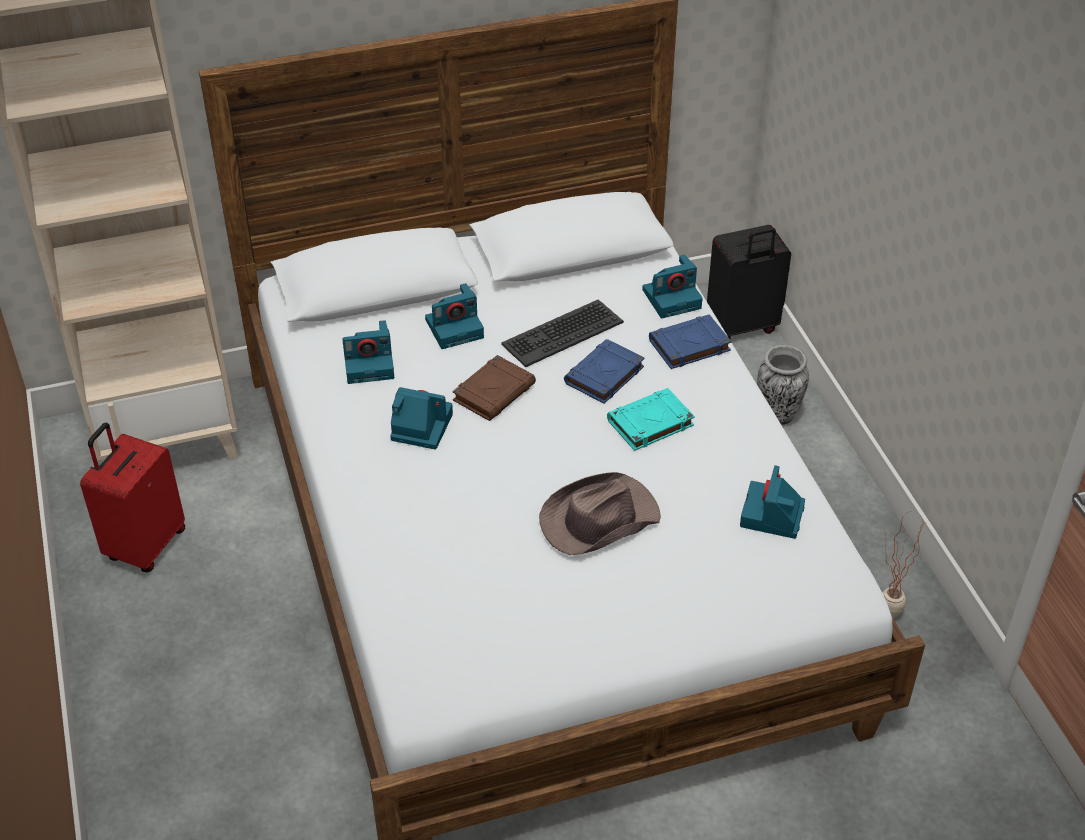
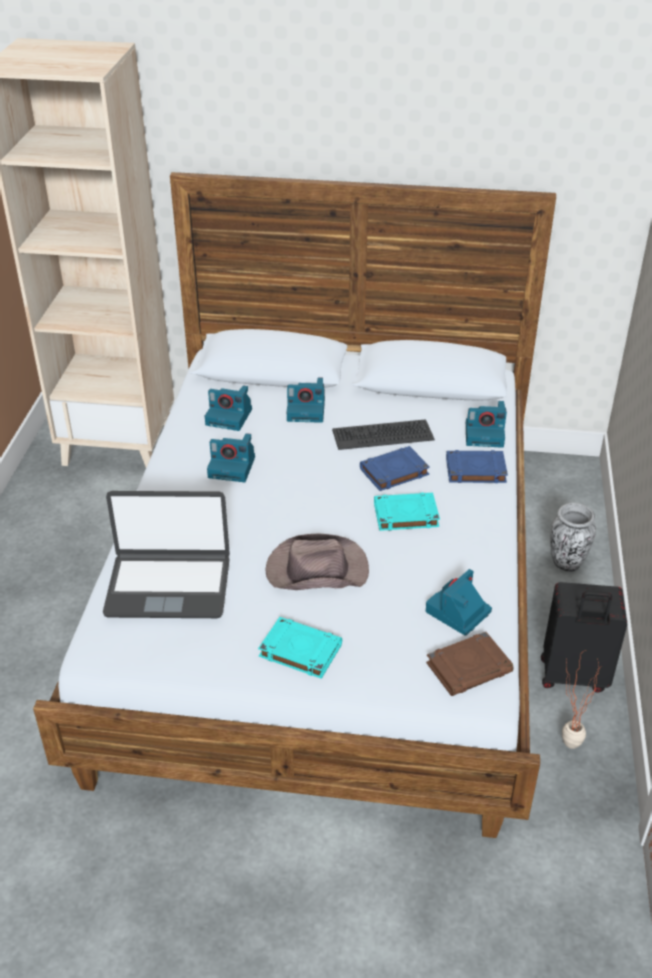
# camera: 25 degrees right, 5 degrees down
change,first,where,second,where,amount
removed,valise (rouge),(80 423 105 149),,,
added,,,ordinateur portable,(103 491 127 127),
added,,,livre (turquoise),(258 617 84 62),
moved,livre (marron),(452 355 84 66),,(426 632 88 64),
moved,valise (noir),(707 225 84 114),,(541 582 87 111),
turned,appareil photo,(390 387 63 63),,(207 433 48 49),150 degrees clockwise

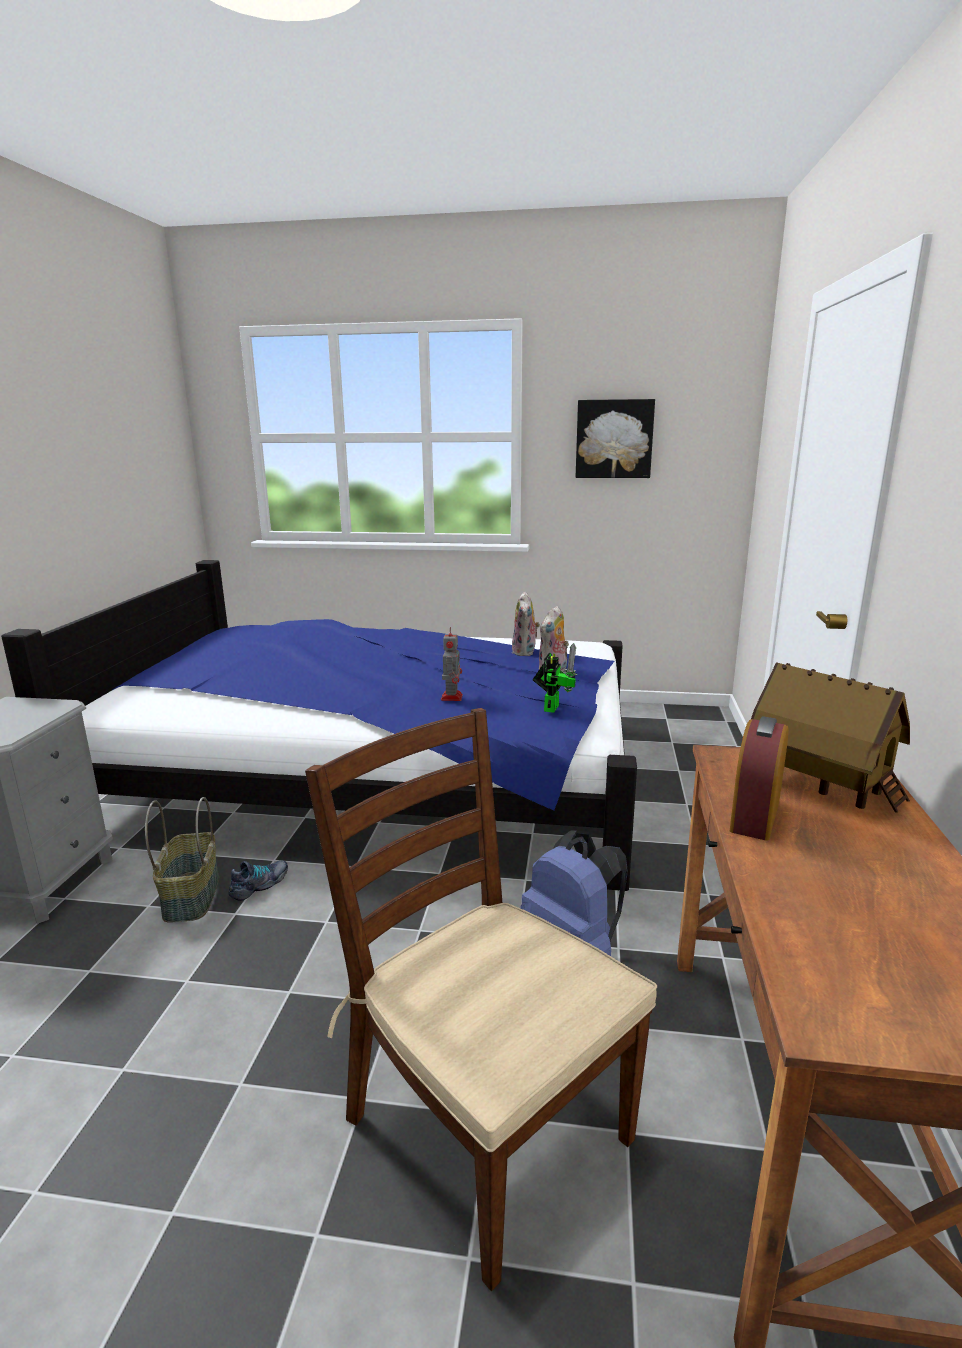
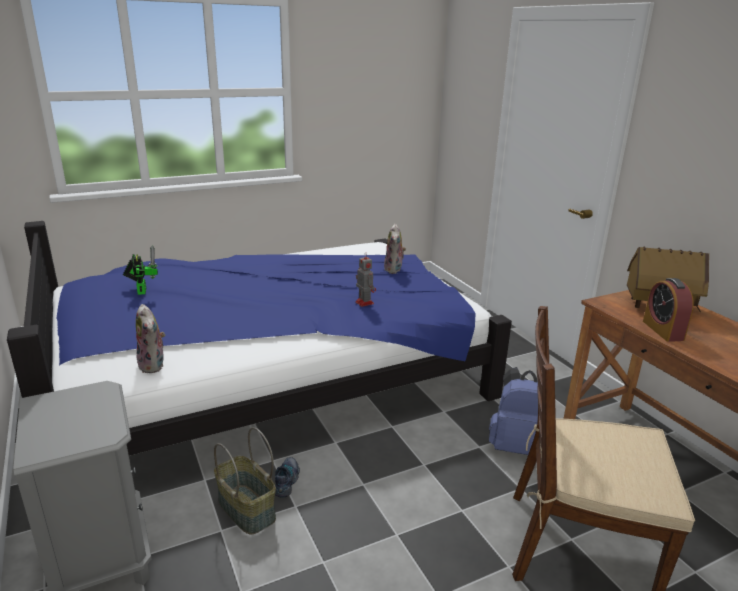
# camera: 35 degrees left, 5 degrees up
change,first,where,second,where,amount
removed,tableau,(576 399 79 79),,,
moved,peluche,(512 591 28 65),,(136 304 29 69),
moved,robot jouet,(533 643 44 70),,(123 246 35 49),

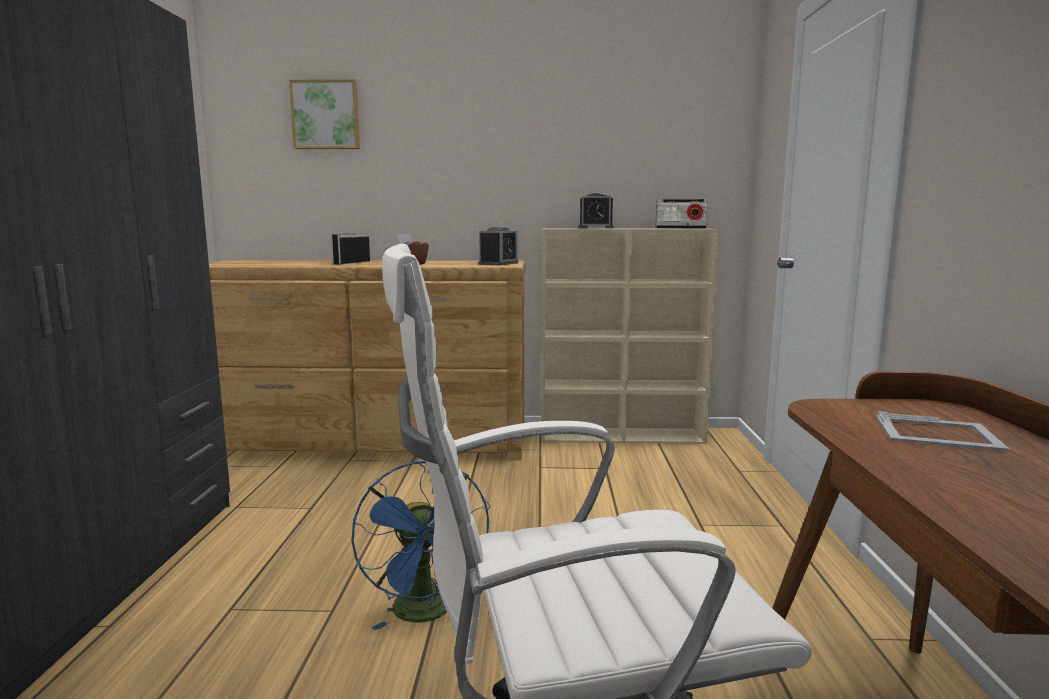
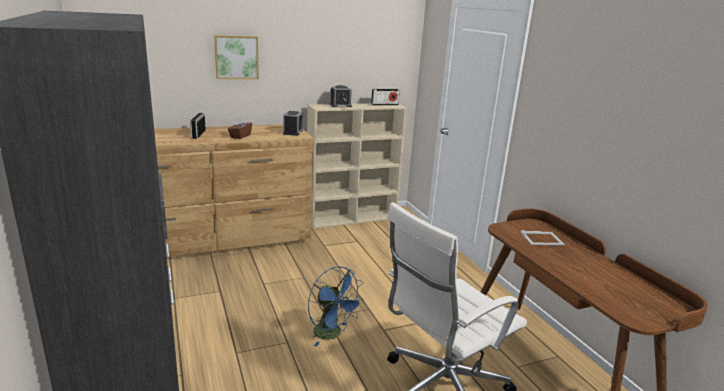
# camera: 25 degrees left, 10 degrees up
change,first,where,second,where,amount
moved,tableau,(289 79 71 70),,(214 35 45 44),

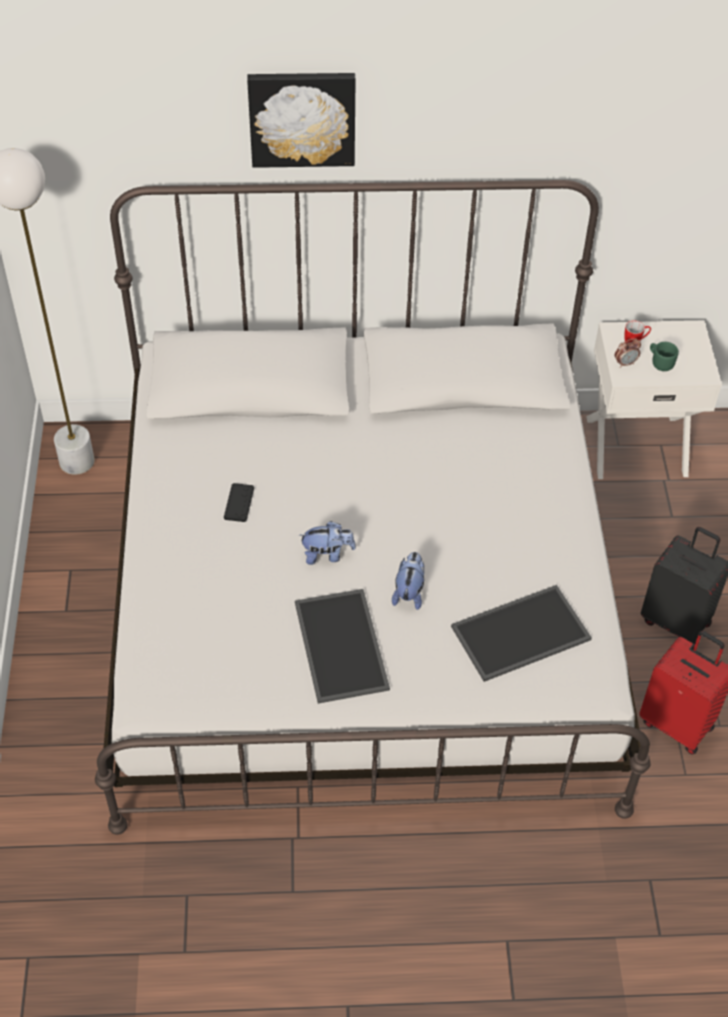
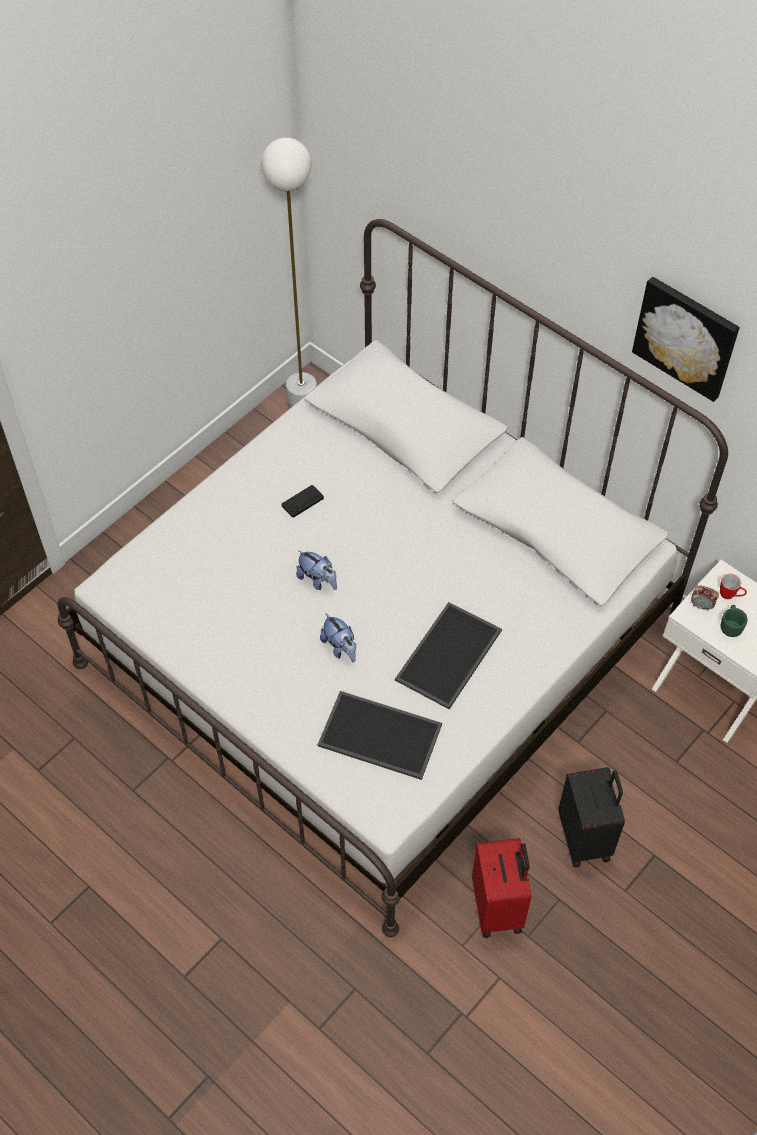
# camera: 45 degrees right, 5 degrees up
change,first,where,second,where,amount
moved,tableau,(247 73 109 95),,(632 276 107 126),
moved,plateau,(295 589 95 115),,(395 602 107 107),
turned,peluche,(392 552 32 58),,(320 614 36 49),90 degrees clockwise

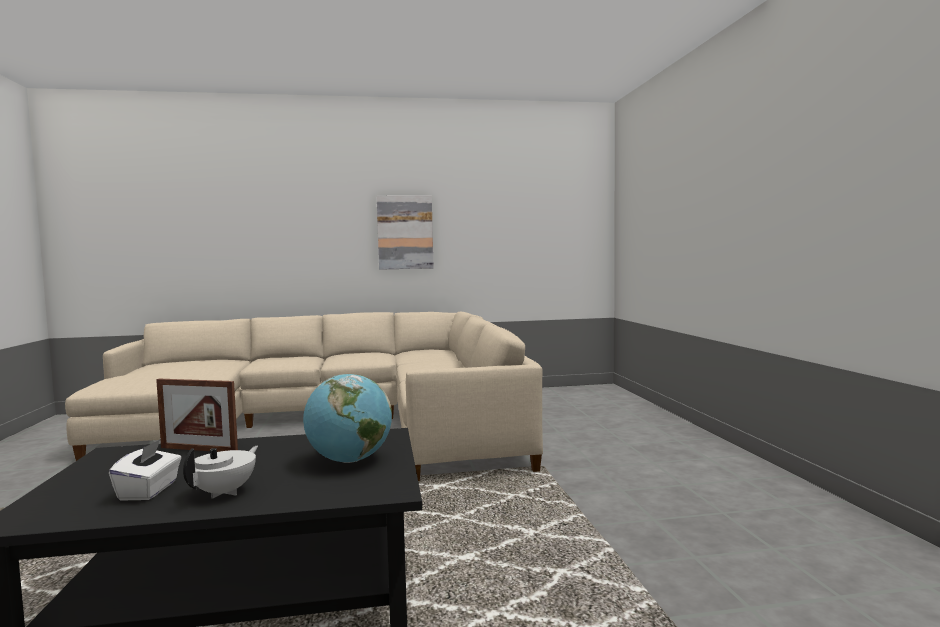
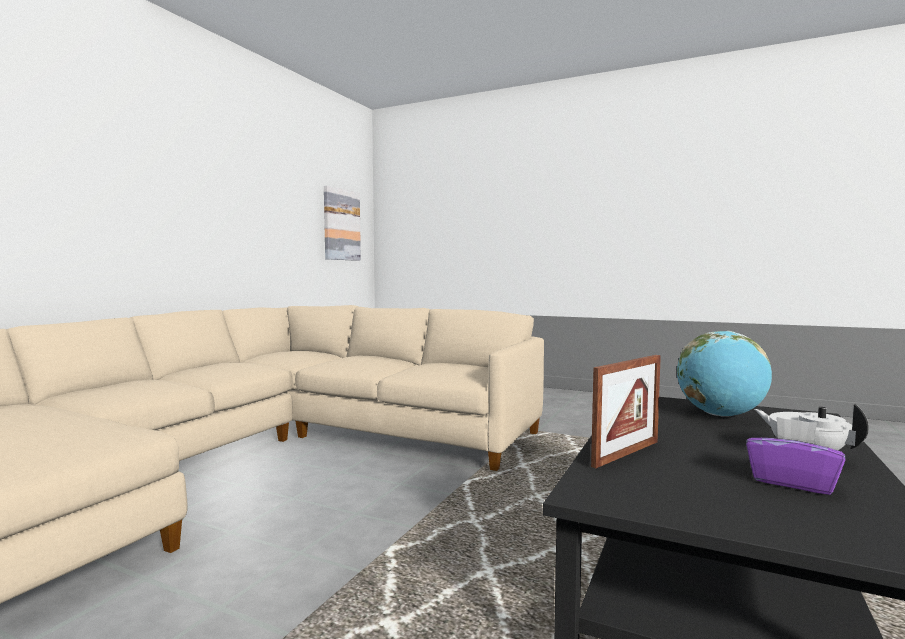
# camera: 55 degrees left, 0 degrees up
change,first,where,second,where,amount
moved,tableau,(377 196 57 74),,(324 186 37 75),
recoloured,boîte à mouchoirs (blanc),(109 439 72 62),boîte à mouchoirs (violet),(746 417 100 78),

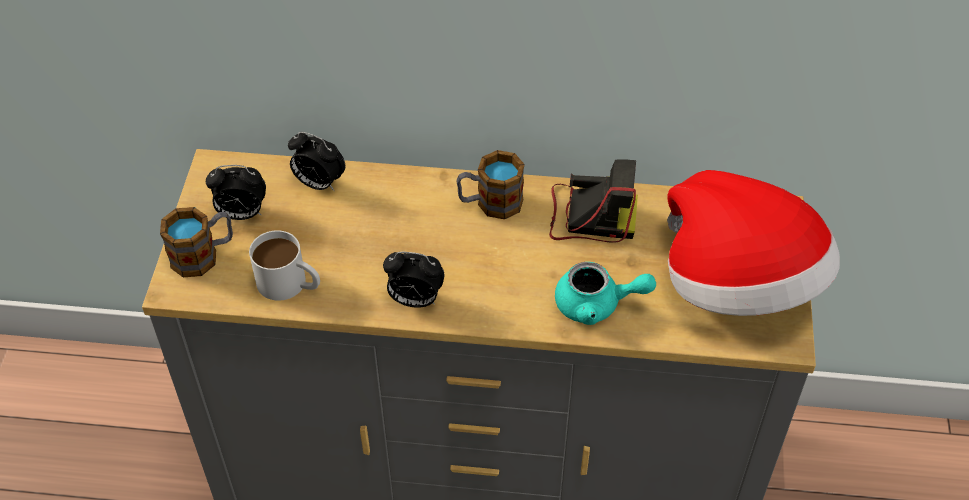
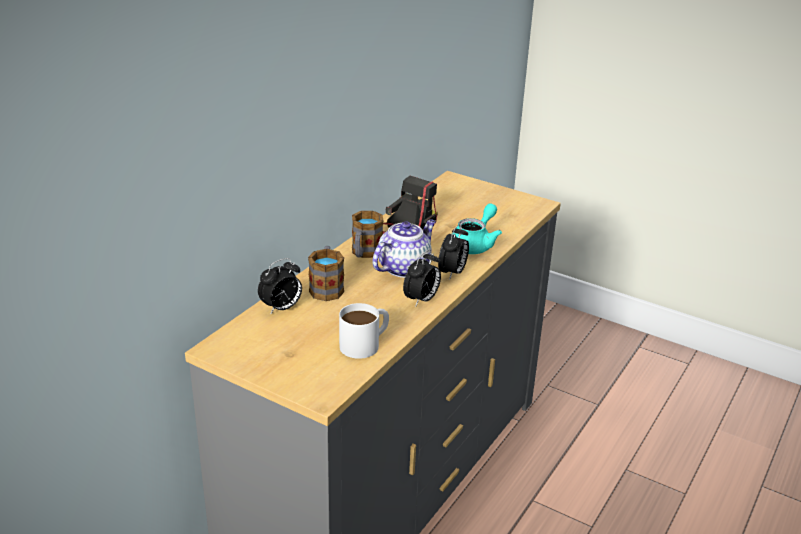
# camera: 65 degrees left, 20 degrees down
change,first,where,second,where,amount
removed,chapeau,(667 170 173 146),,,
added,,,théière,(372 219 64 59),
moved,mug,(160 207 73 70),,(308 246 36 55),
moved,réveil,(206 165 60 55),,(438 224 31 56),

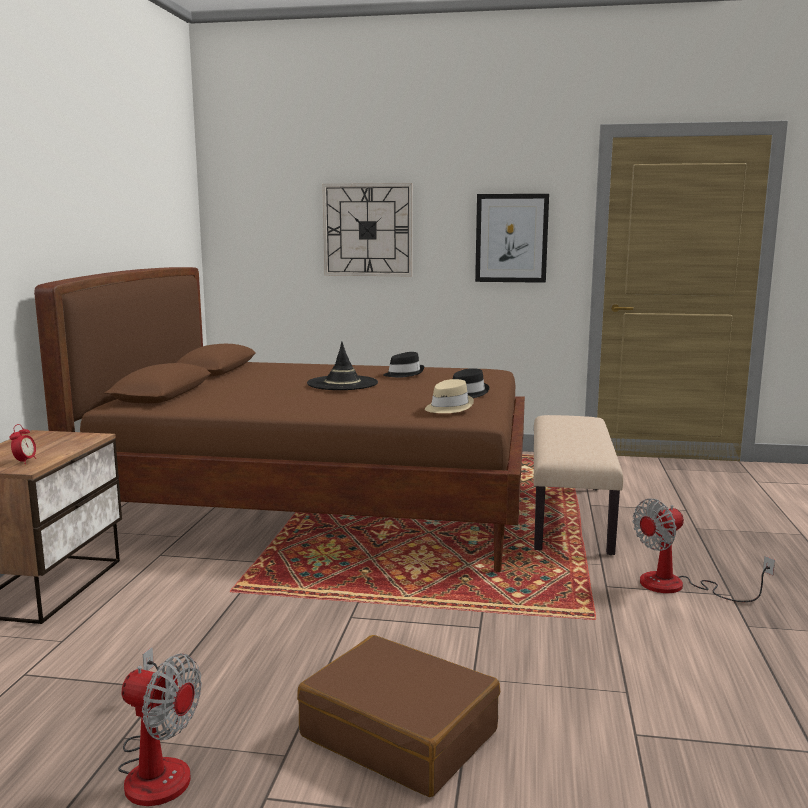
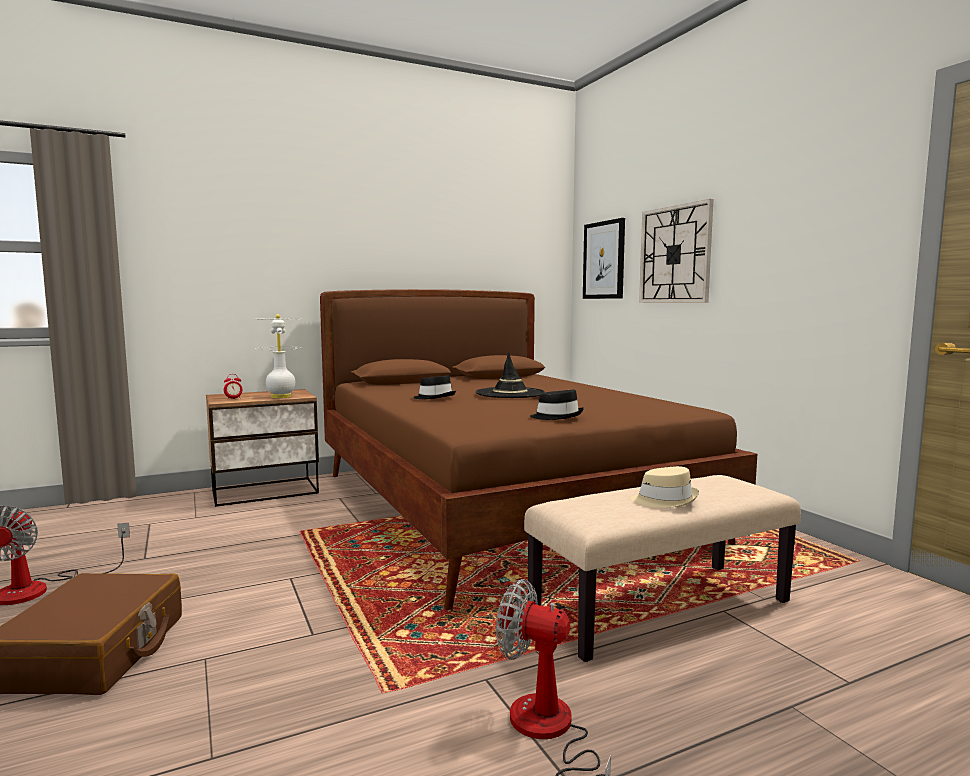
# camera: 55 degrees right, 5 degrees down
change,first,where,second,where,amount
added,,,lampe de table (blanc),(255 314 47 84),
moved,chapeau (noir),(384 352 40 25),,(413 375 43 24),
moved,chapeau (beige),(425 379 49 34),,(631 466 68 42),
moved,tableau,(475 194 74 89),,(583 218 42 81),

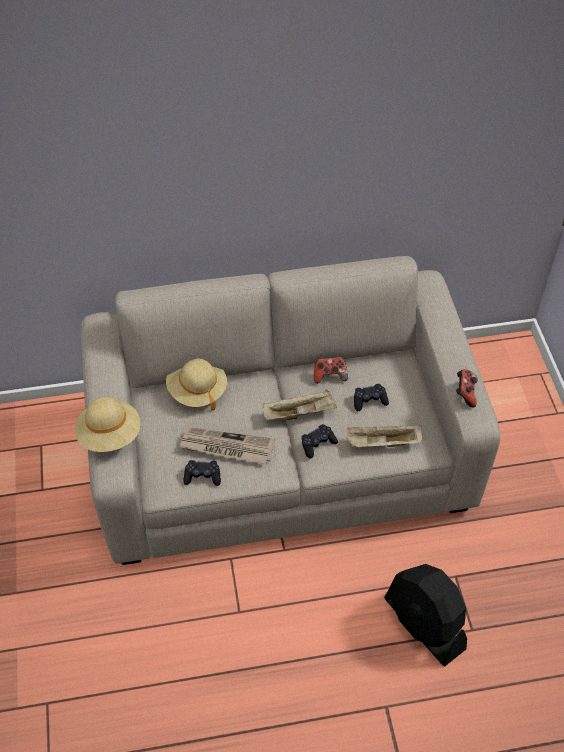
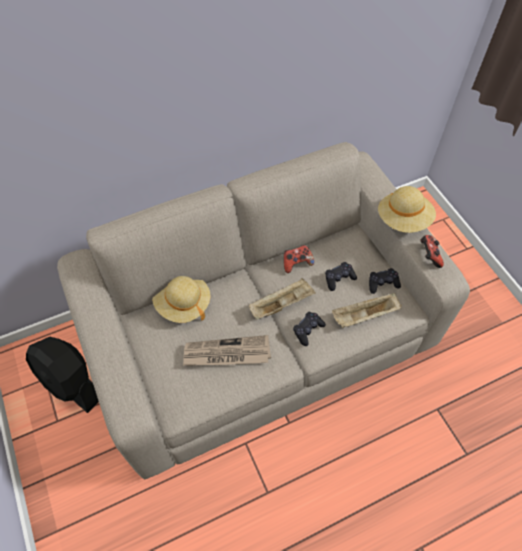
# camera: 15 degrees left, 5 degrees up
change,first,where,second,where,amount
moved,chapeau (beige),(75 397 65 55),,(378 186 58 47),
moved,manette (noir),(184 460 37 26),,(369 268 32 26),
moved,ventilateur (noir),(384 564 83 102),,(26 337 73 76),

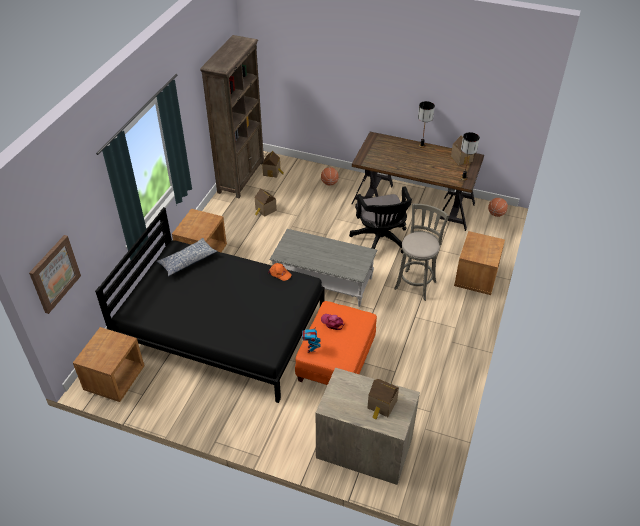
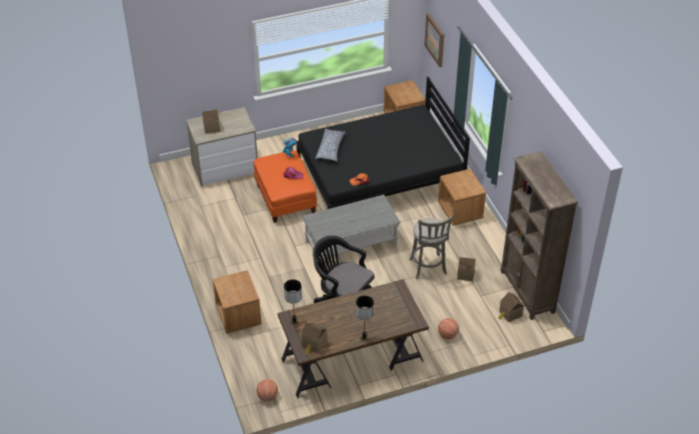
# camera: 140 degrees right, 0 degrees up
change,first,where,second,where,amount
moved,coussin,(157 238 61 38),,(315 128 31 33),
moved,tabouret (gris),(394 204 55 97),,(410 214 44 65),

